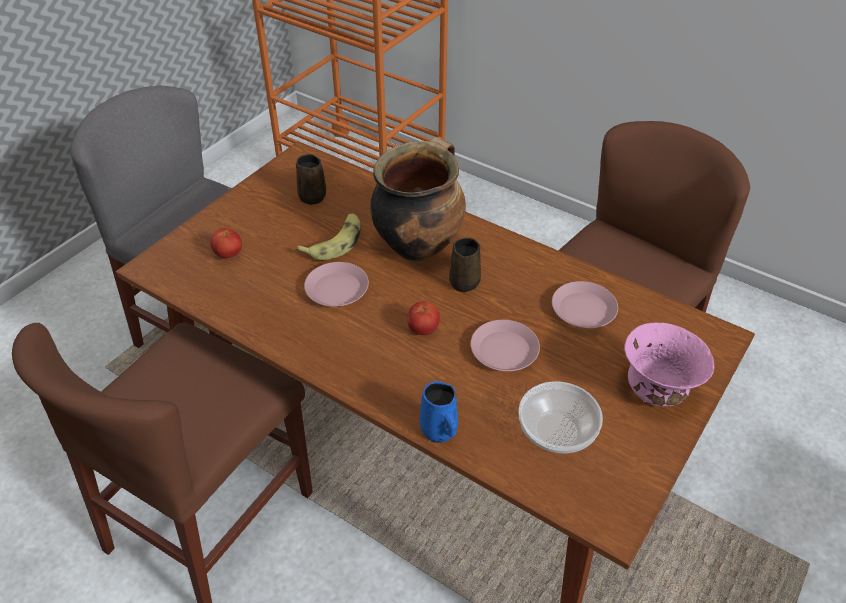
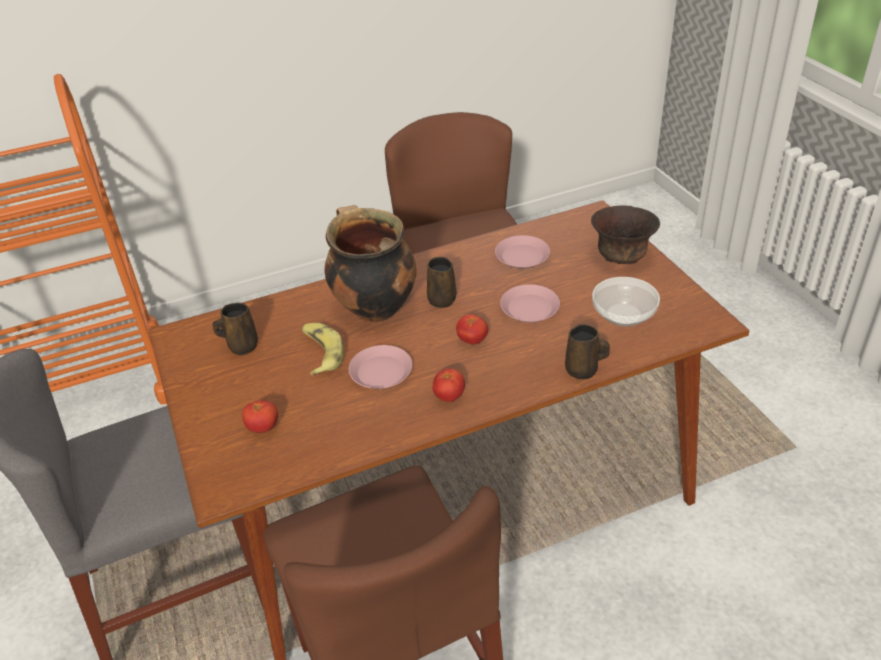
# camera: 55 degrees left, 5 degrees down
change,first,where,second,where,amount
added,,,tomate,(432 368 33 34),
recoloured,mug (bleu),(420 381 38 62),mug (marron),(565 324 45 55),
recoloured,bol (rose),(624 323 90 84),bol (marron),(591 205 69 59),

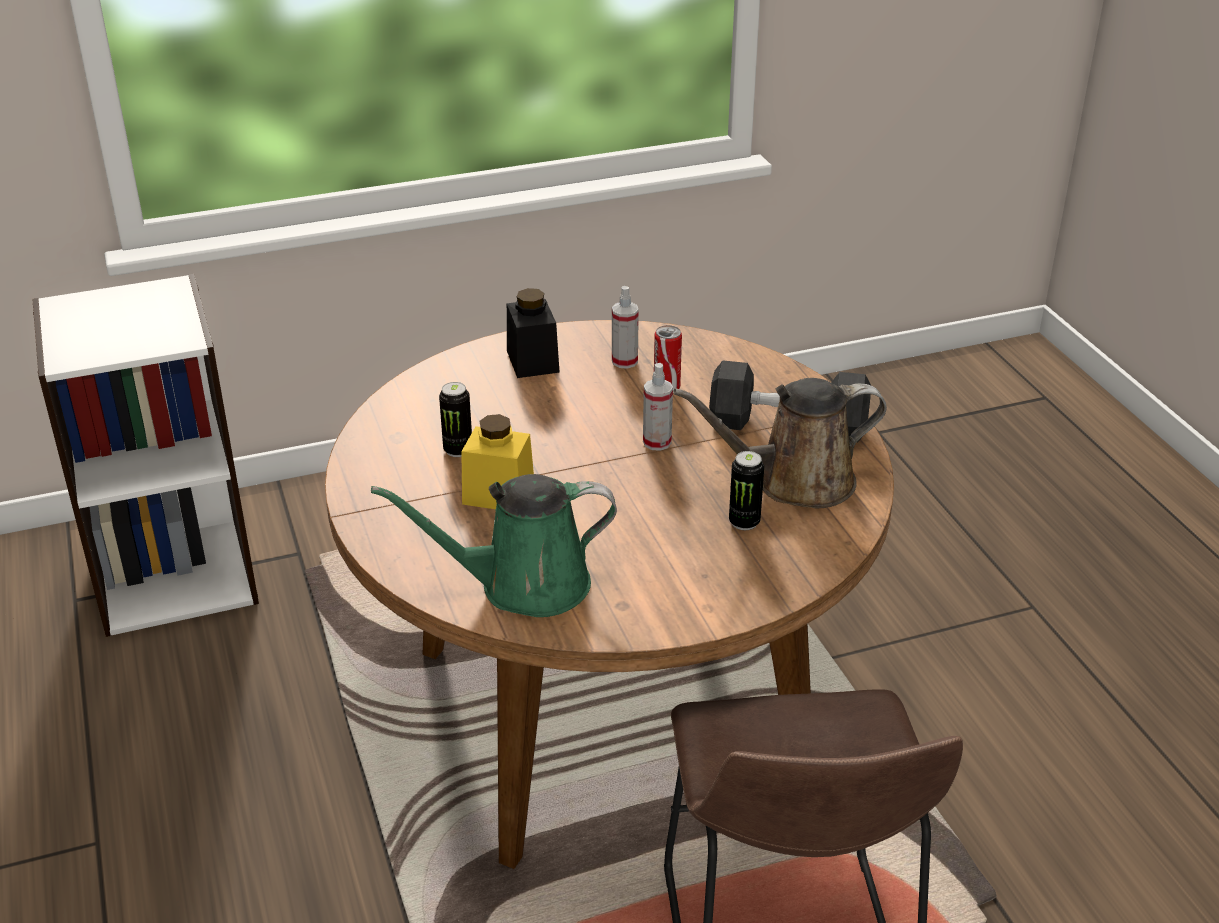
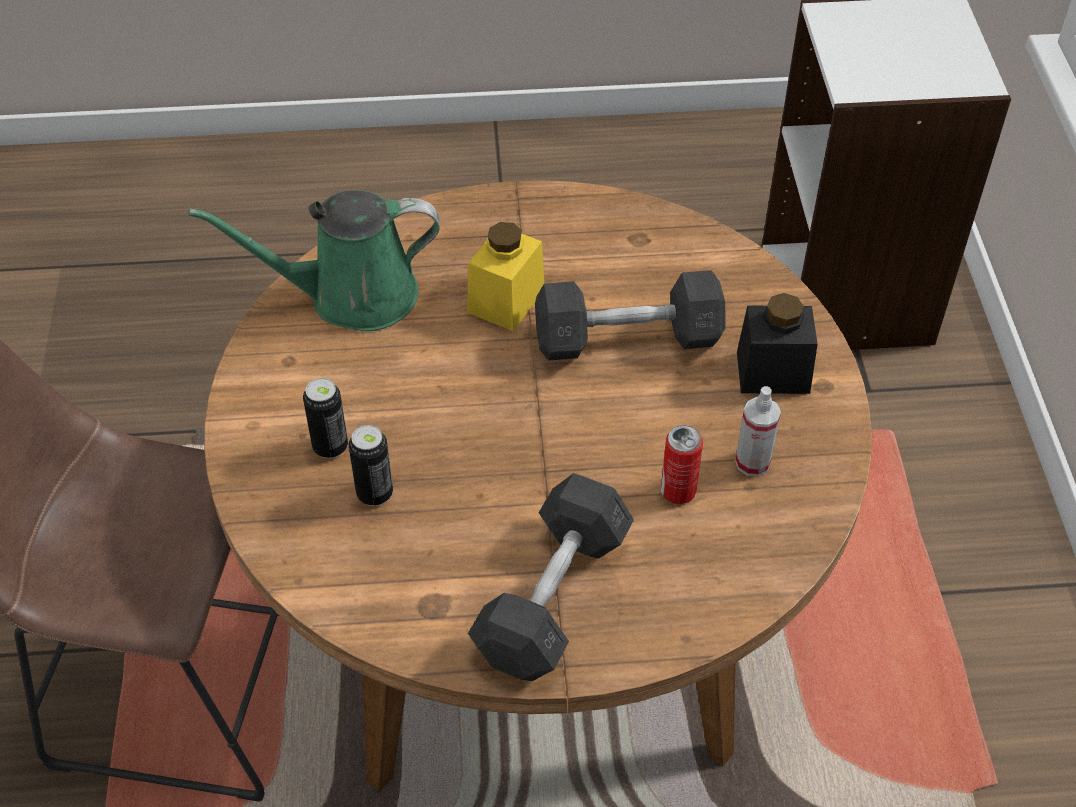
# camera: 105 degrees right, 15 degrees up
change,first,where,second,where,amount
removed,vaporisateur,(643 363 30 88),,,
removed,arrosoir (marron),(673 378 214 130),,,
added,,,haltère (gris),(535 270 191 91),
moved,boîte métallique,(439 382 33 75),,(303 378 45 81),
turned,arrosoir (vert),(371 474 246 143),,(189 190 251 141),105 degrees counterclockwise

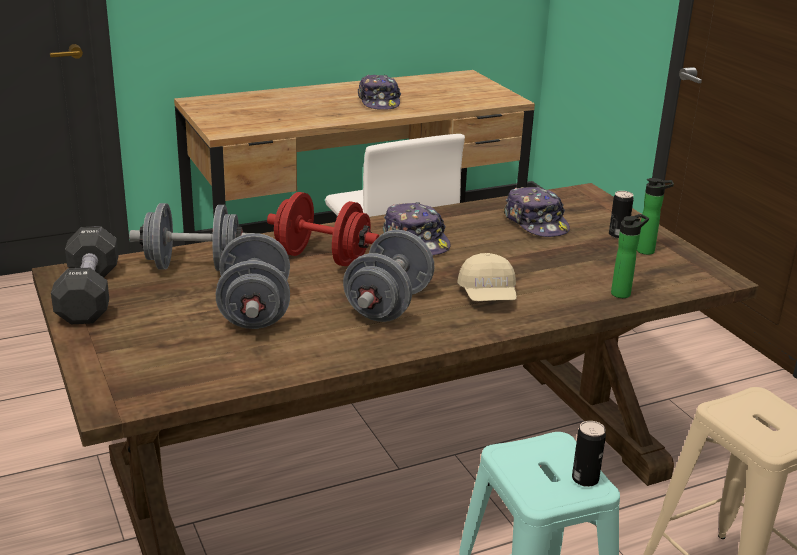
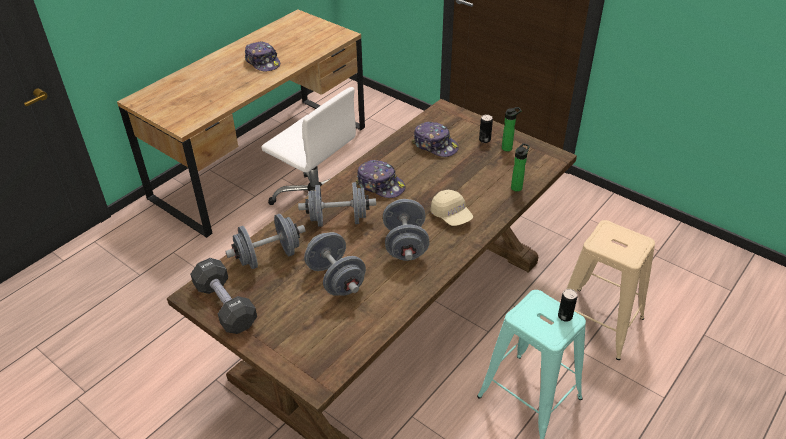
# camera: 25 degrees left, 15 degrees up
change,first,where,second,where,amount
recoloured,haltère (rouge),(267 192 112 74),haltère (gris),(298 182 78 45),

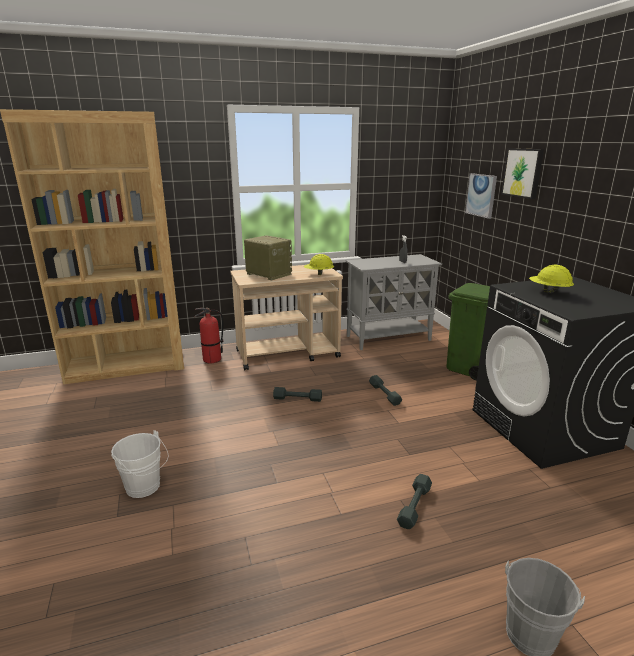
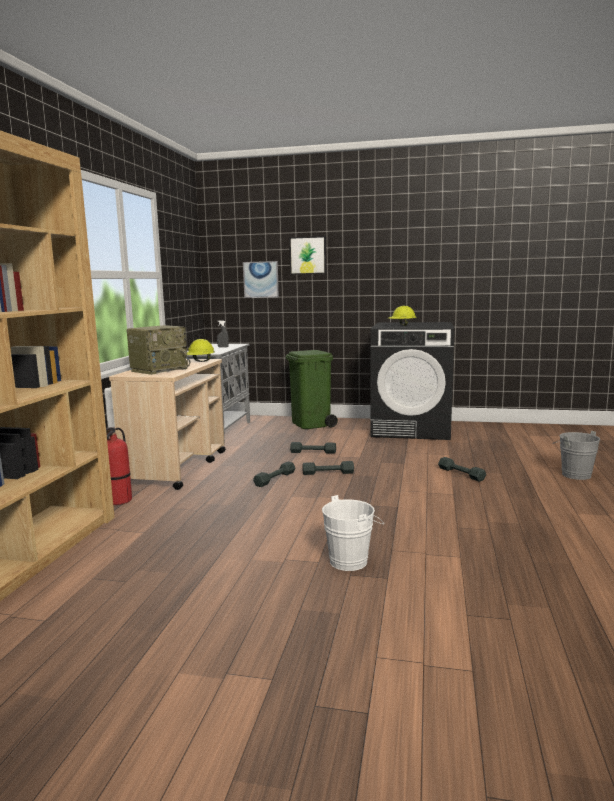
# camera: 60 degrees left, 10 degrees down
change,first,where,second,where,amount
added,,,haltère (gris),(302 461 52 14),
turned,radio,(244 235 48 46),,(127 325 63 50),150 degrees clockwise

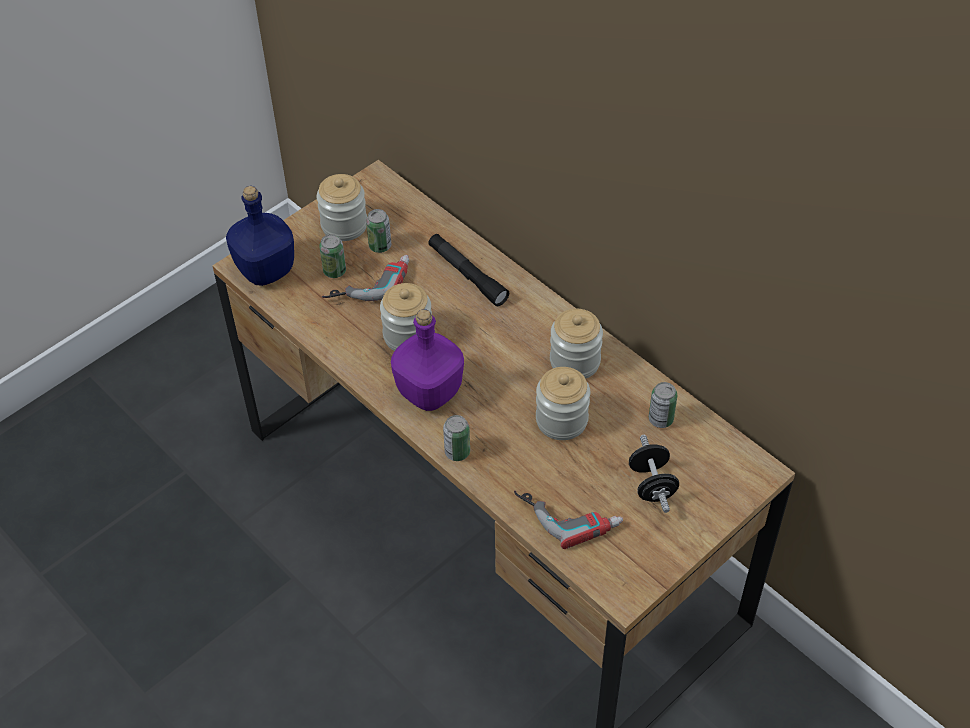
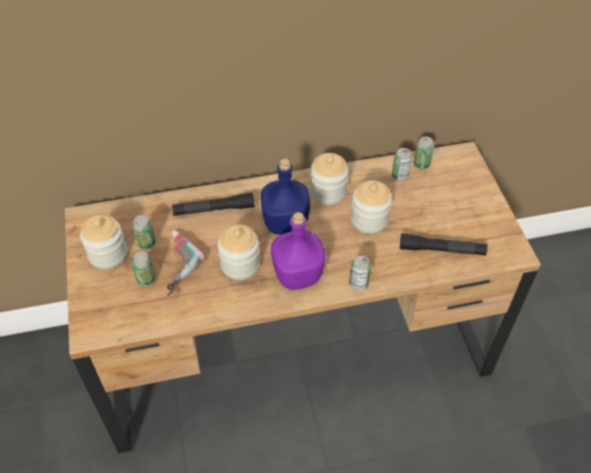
# camera: 60 degrees left, 0 degrees up
change,first,where,second,where,amount
removed,haltère (noir),(629 435 50 78),,,
added,,,boîte métallique,(414 137 20 32),
moved,bouteille (bleu),(226 186 68 100),,(261 158 49 77),
replaced,perceuse,(514 491 109 58),lampe de poche (noir),(400 233 87 23),

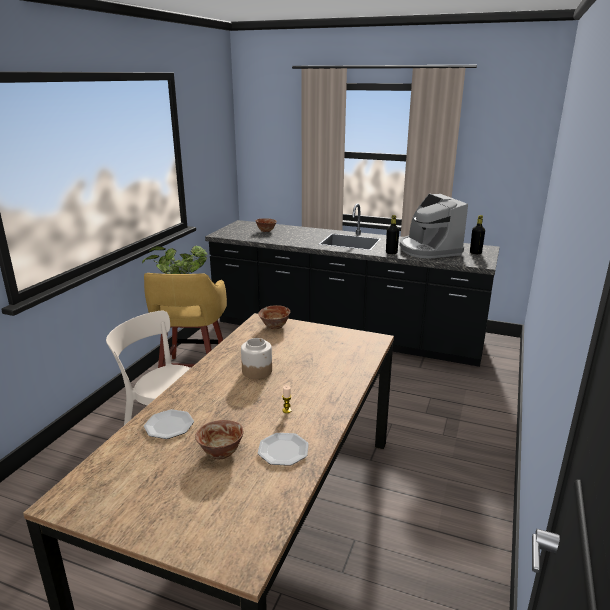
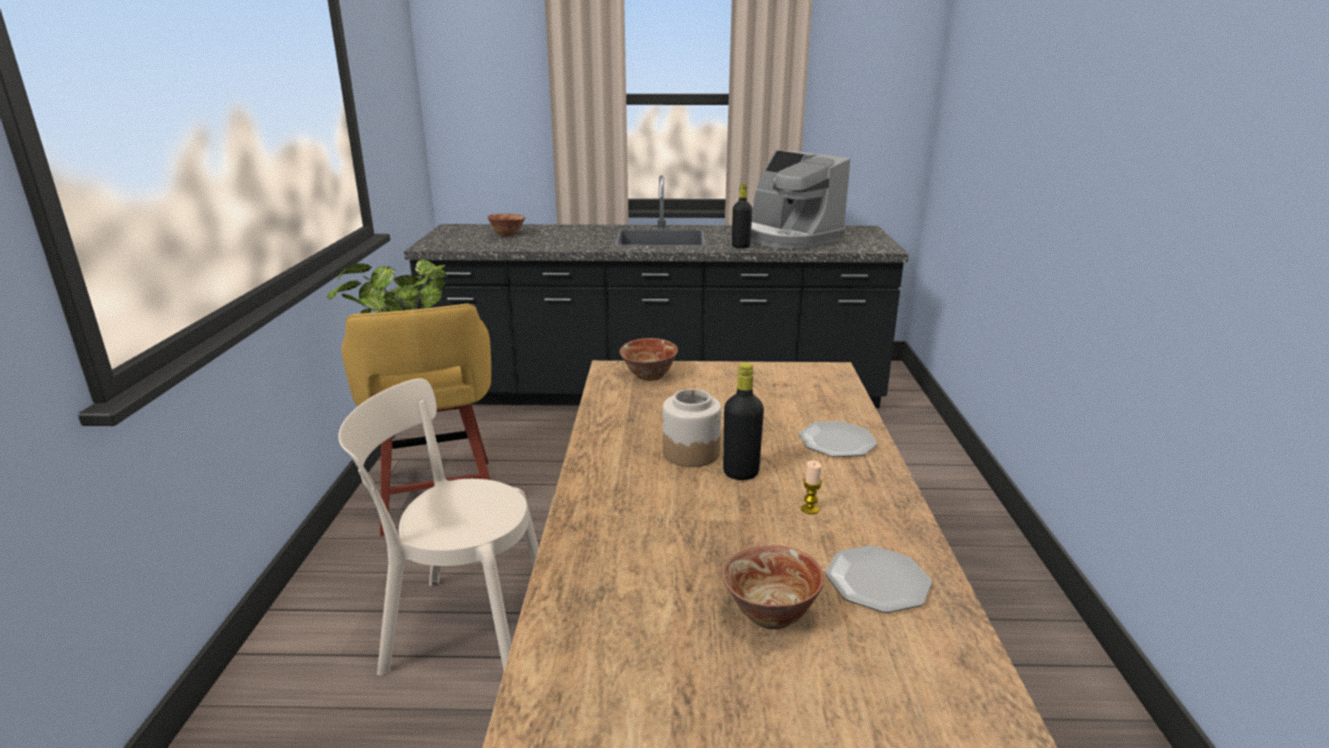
# camera: 20 degrees left, 0 degrees up
change,first,where,second,where,amount
moved,assiette,(144 409 50 30),,(799 421 78 36),
moved,bouteille (noir),(470 215 15 39),,(723 363 41 117),

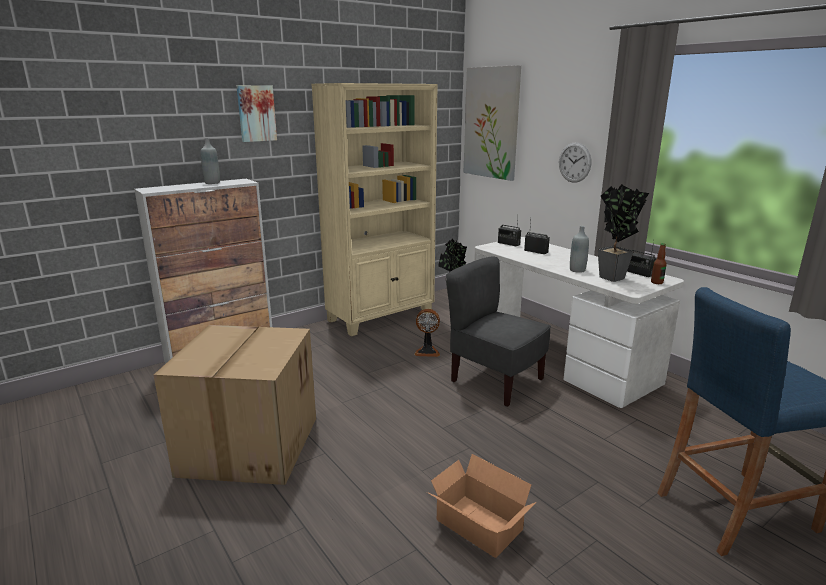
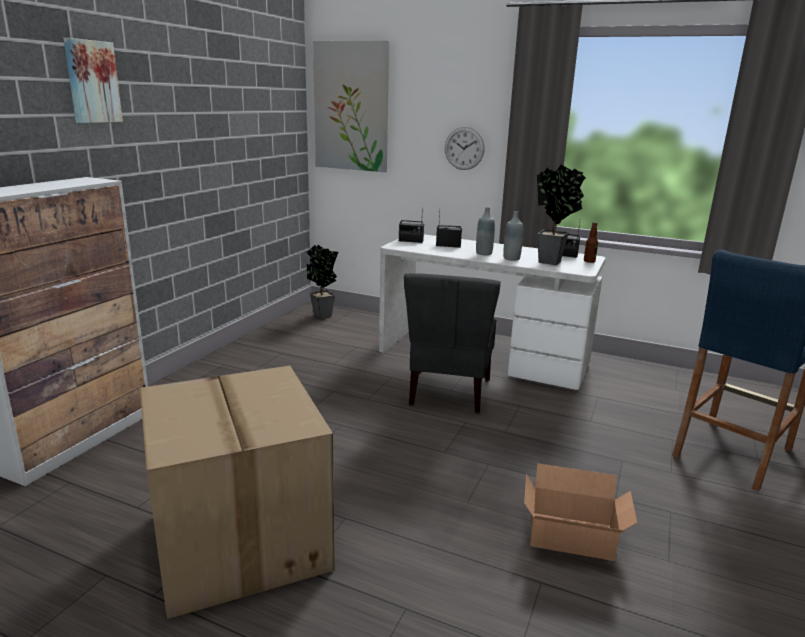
# camera: 30 degrees left, 0 degrees up
change,first,where,second,where,amount
removed,bibliothèque (beige),(311 83 127 253),,,
removed,ventilateur,(414 309 26 48),,,
moved,bouteille (gris),(201 138 19 46),,(476 207 19 48),
turned,chaise (gris),(446 257 105 150),,(404 273 97 140),90 degrees counterclockwise

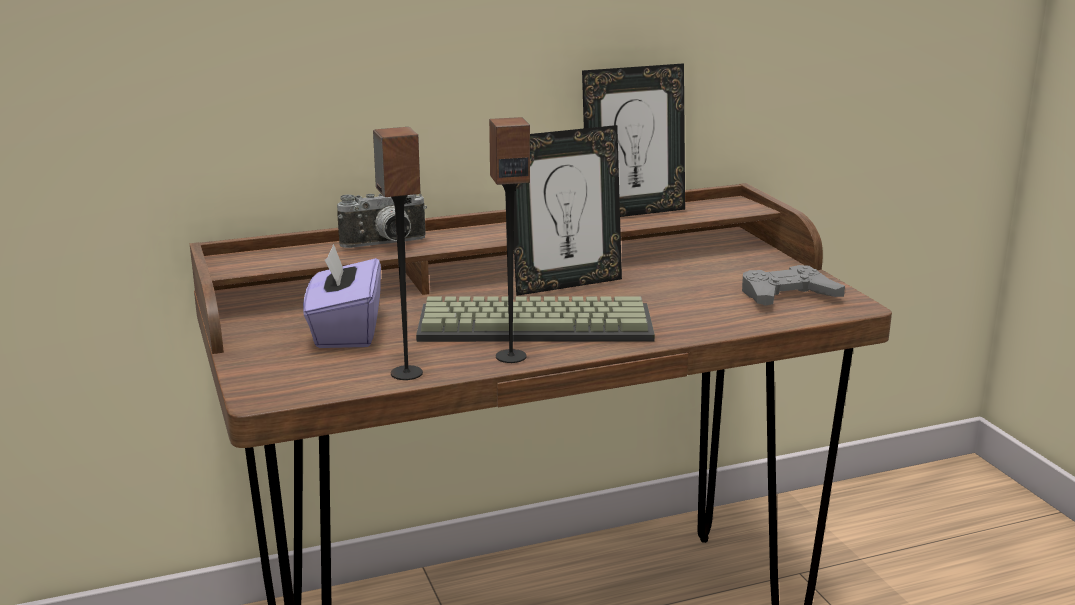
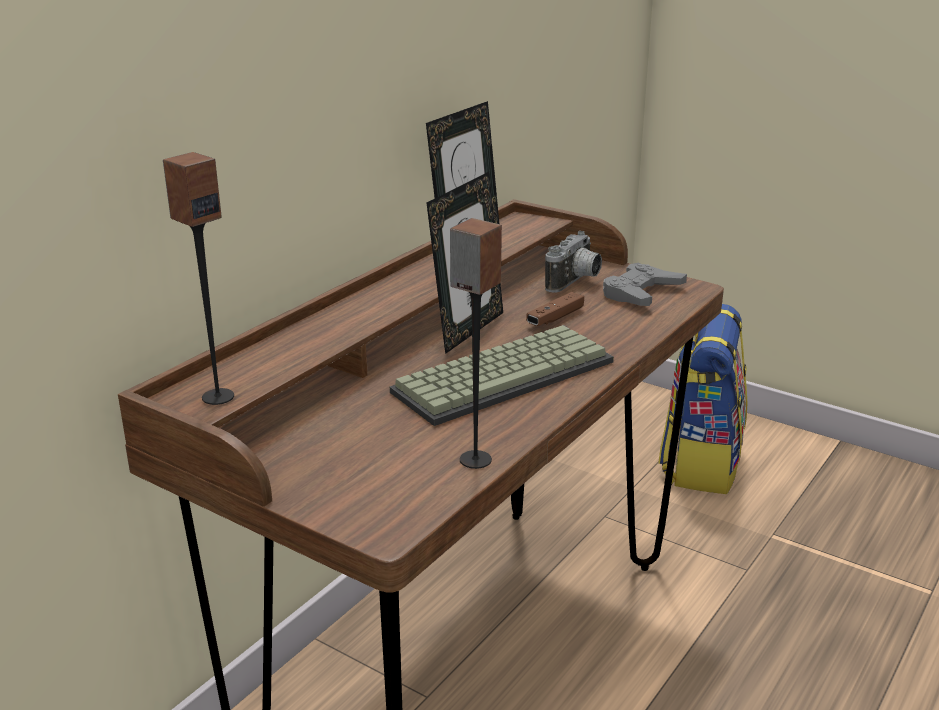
# camera: 35 degrees left, 5 degrees up
change,first,where,second,where,amount
removed,boîte à mouchoirs (violet),(303 244 78 104),,,
added,,,manette (marron),(526 292 58 34),
added,,,sac à dos,(658 304 89 190),
moved,appareil photo,(337 194 90 54),,(545 231 57 61),
moved,enceinte,(489 117 41 246),,(163 152 71 253),

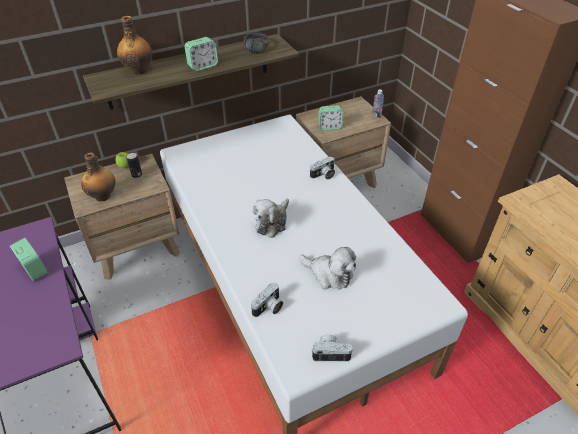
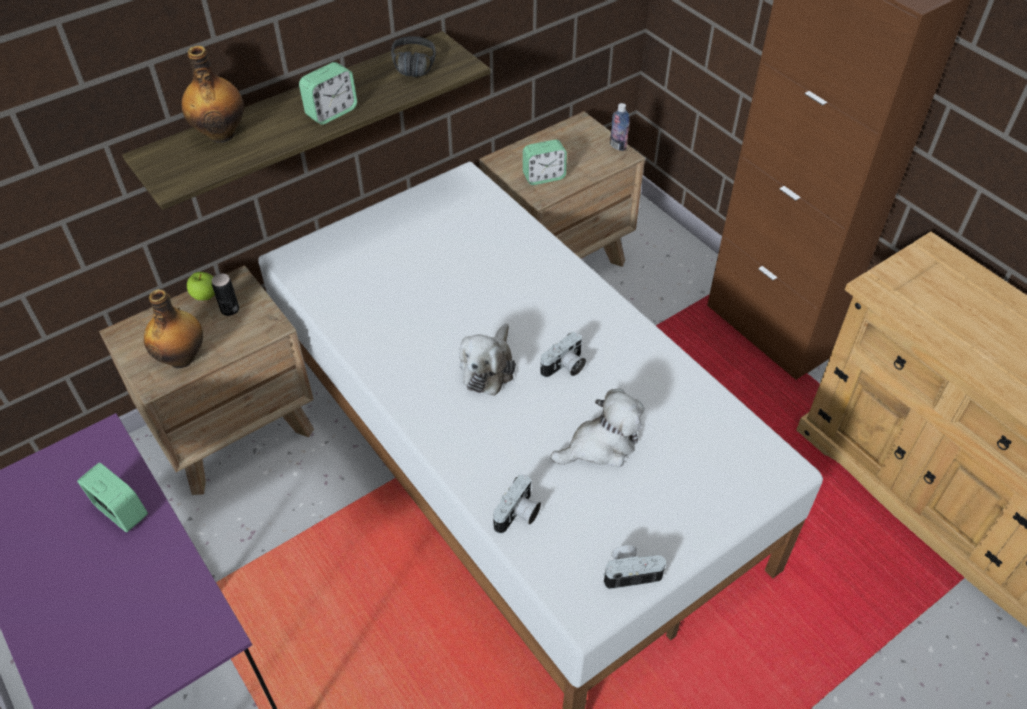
# camera: 10 degrees left, 5 degrees up
change,first,where,second,where,amount
moved,appareil photo,(310 156 25 23),,(540 332 46 46),
turned,peluche,(299 247 57 43),,(550 389 95 79),45 degrees counterclockwise

